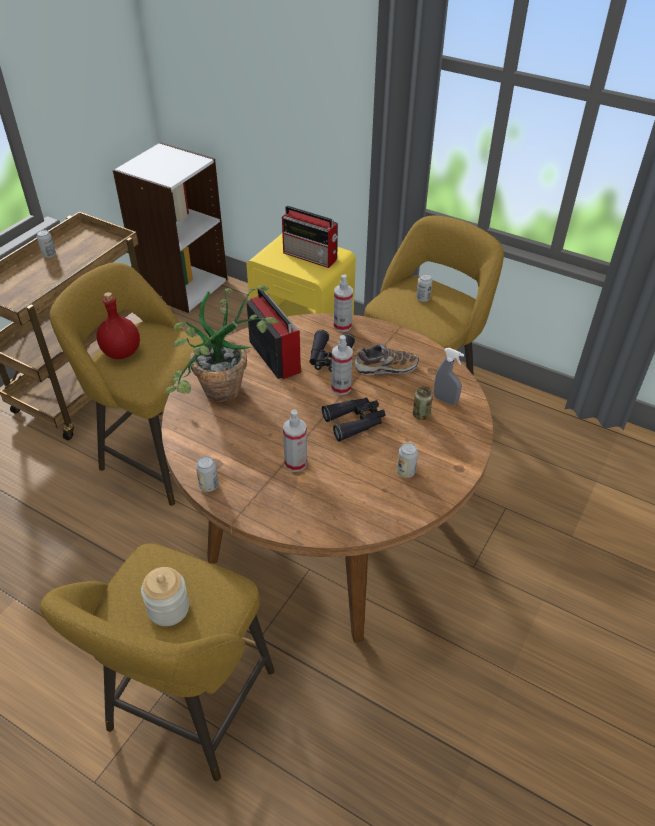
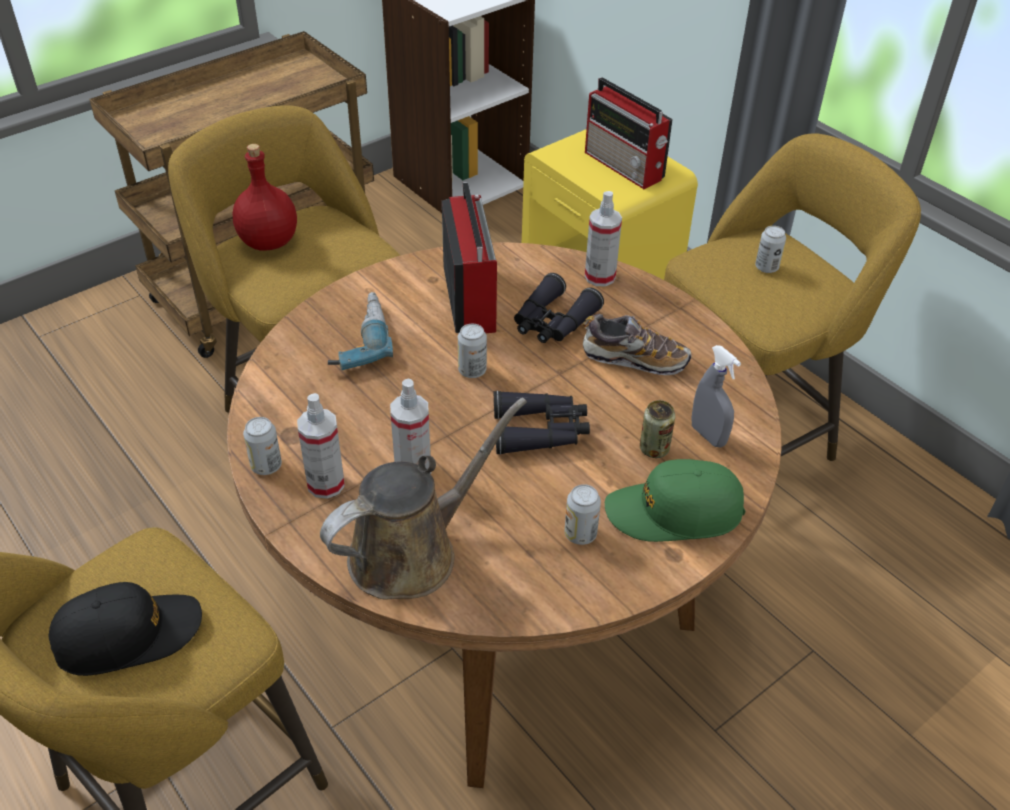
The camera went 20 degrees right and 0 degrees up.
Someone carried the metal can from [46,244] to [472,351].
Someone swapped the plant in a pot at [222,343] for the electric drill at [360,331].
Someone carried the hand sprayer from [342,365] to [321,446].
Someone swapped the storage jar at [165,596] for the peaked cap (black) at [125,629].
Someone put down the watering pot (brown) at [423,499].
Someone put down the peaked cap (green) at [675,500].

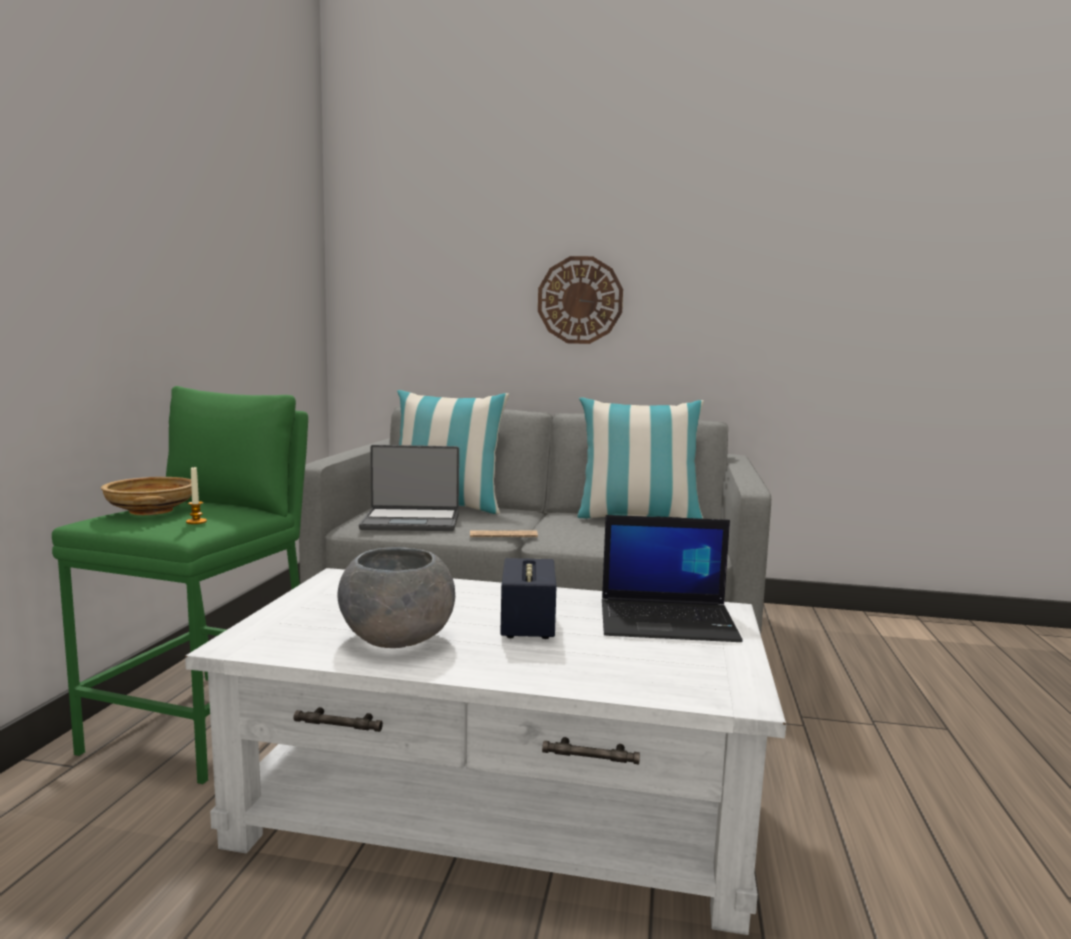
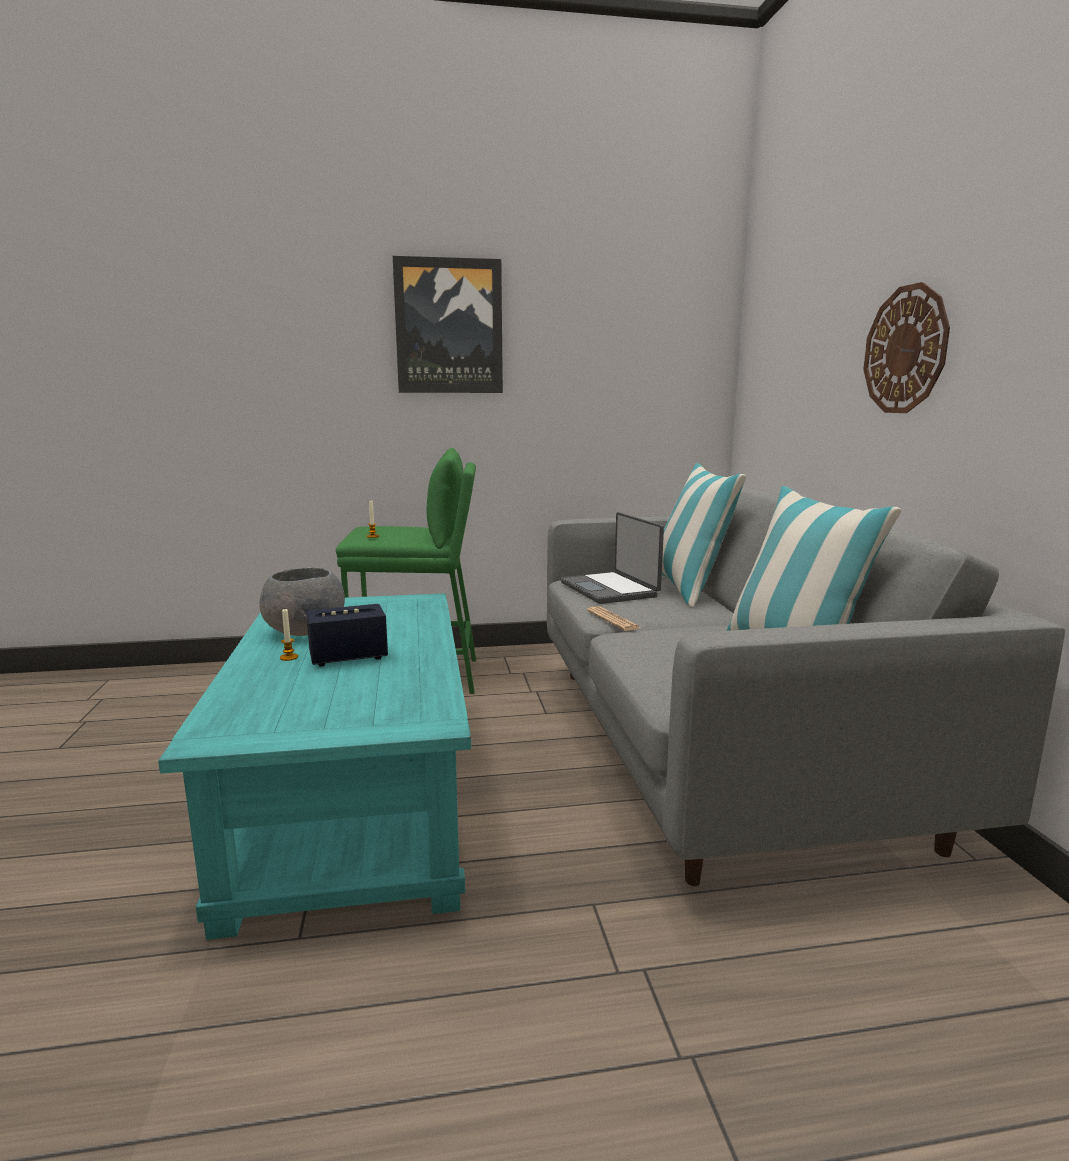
The camera went 70 degrees right and 5 degrees up.
Someone took away the bowl (beige-coloured) at [146,496].
Someone took away the portable computer at [672,578].
Someone repainted the coffee table (whitish) at [485,751], which became the coffee table (turquoise) at [314,766].
Someone put up the wall picture at [448,324].
Someone put down the wax candle at [289,635].

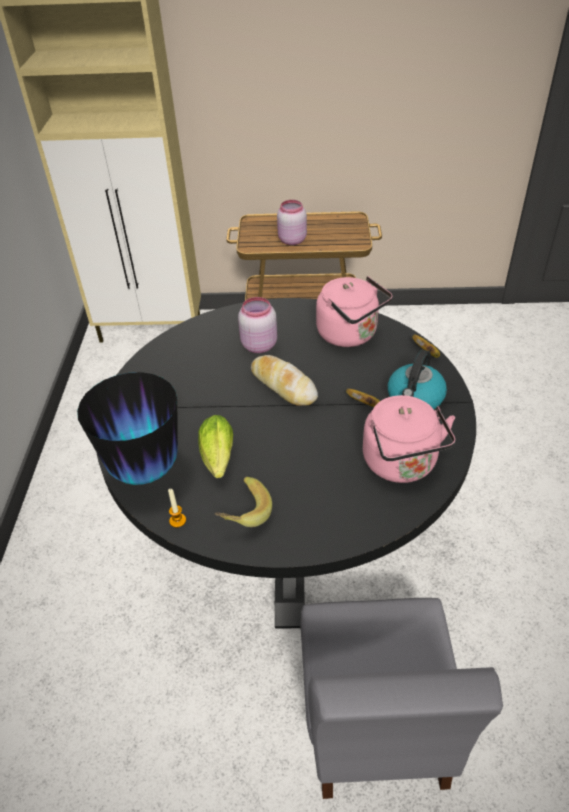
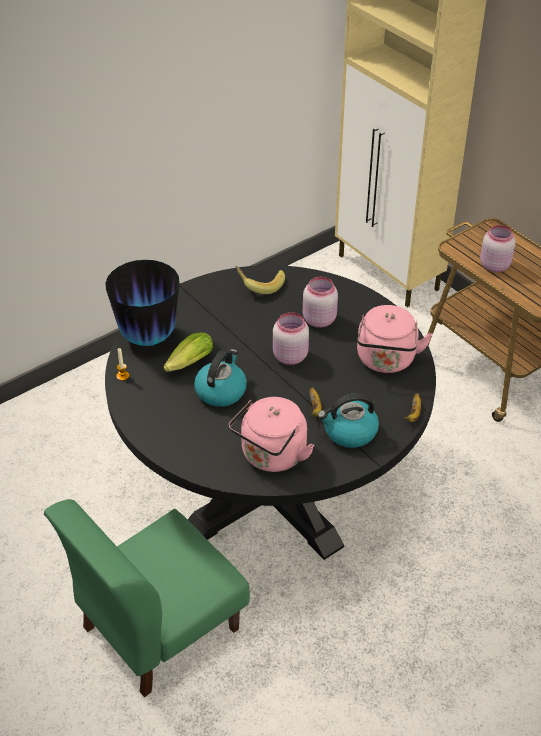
The camera went 50 degrees right and 0 degrees up.
Someone swapped the bakery bread at [284,380] for the storage jar (pinkish) at [291,338].
Someone carried the whole banana from [243,502] to [260,280].
Someone repainted the plain chair (gray) at [402,698], which became the plain chair (green) at [147,598].
Someone put down the water kettle at [220,378].

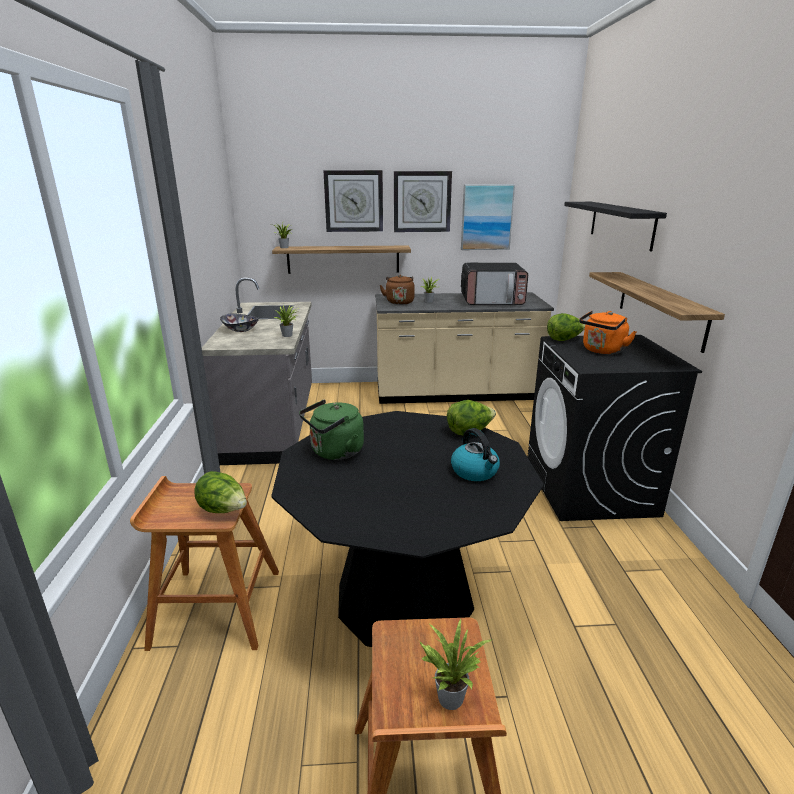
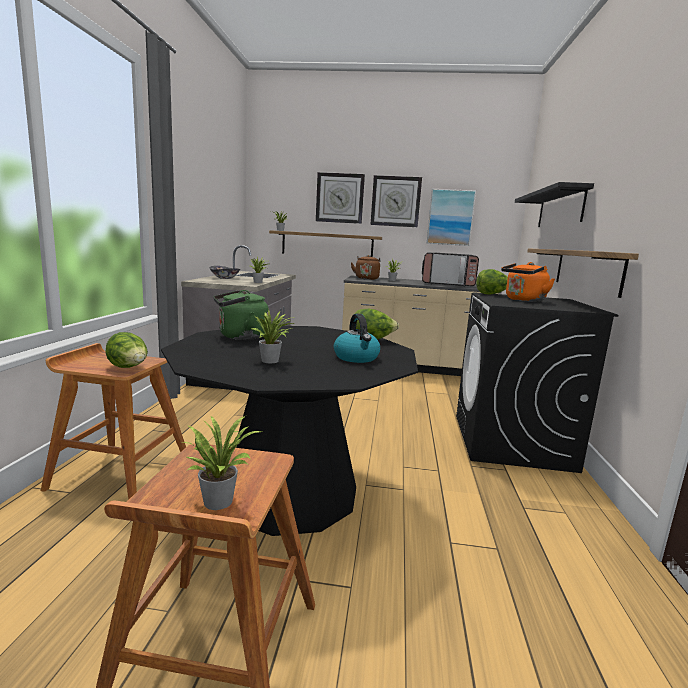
The camera went 10 degrees right and 10 degrees down.
Someone put down the plant in a pot at [273,336].

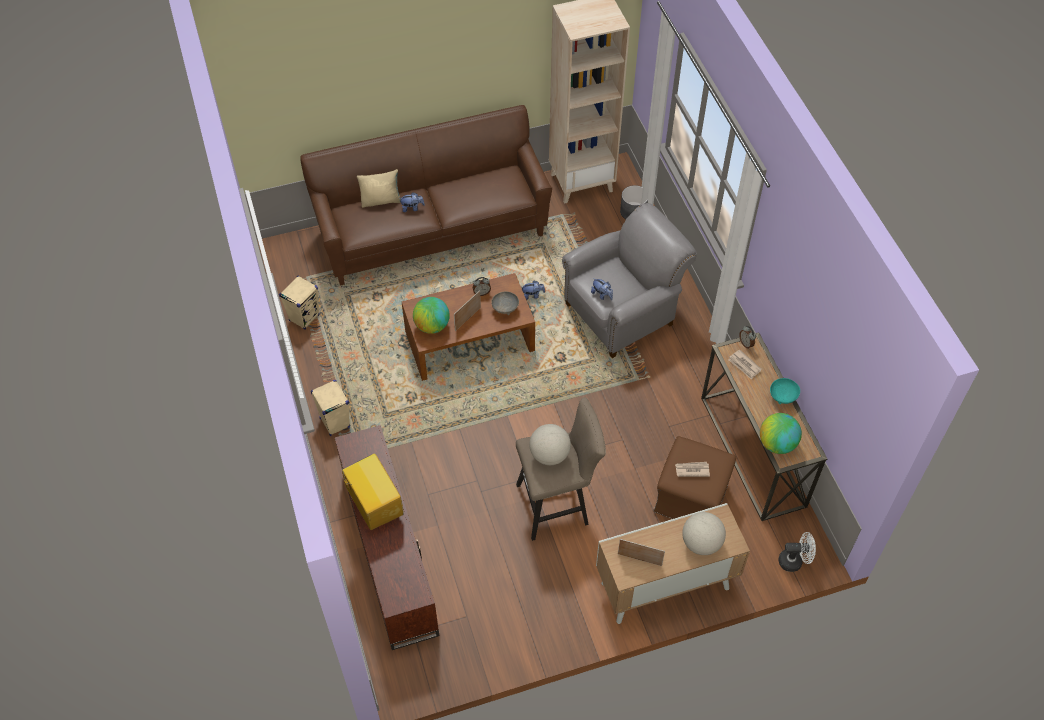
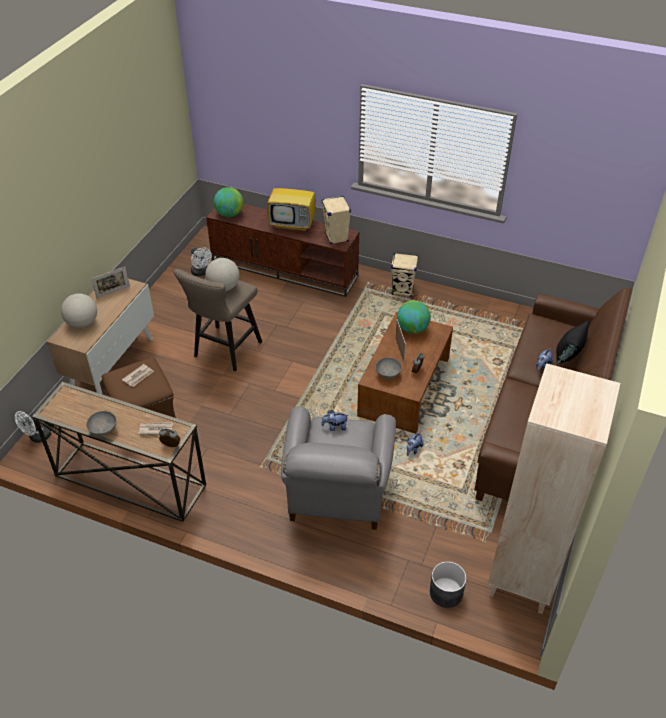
The camera went 130 degrees right and 10 degrees down.
Someone repainted the throw pillow (beige-coloured) at [379,188], which became the throw pillow (black) at [572,342].
Someone carried the audio speaker (beige-coloured) from [299,303] to [336,220].
Someone repainted the bowl (turquoise) at [785,391], which became the bowl (gray) at [101,424].
Someone carried the desk globe from [781,433] to [228,202].
Someone put down the cooling fan (whitish) at [201,261].

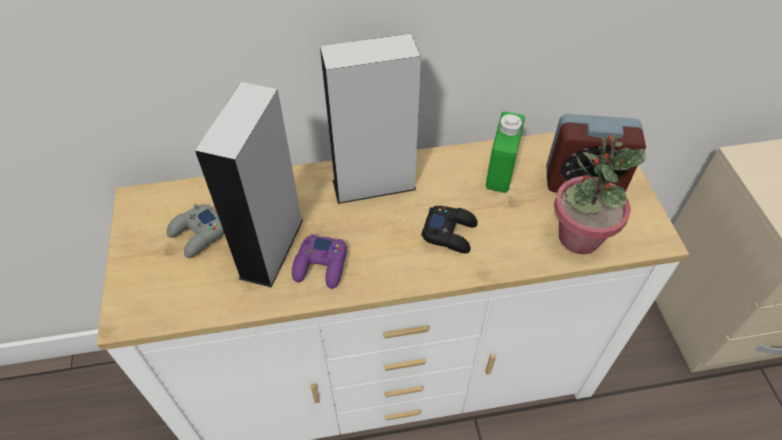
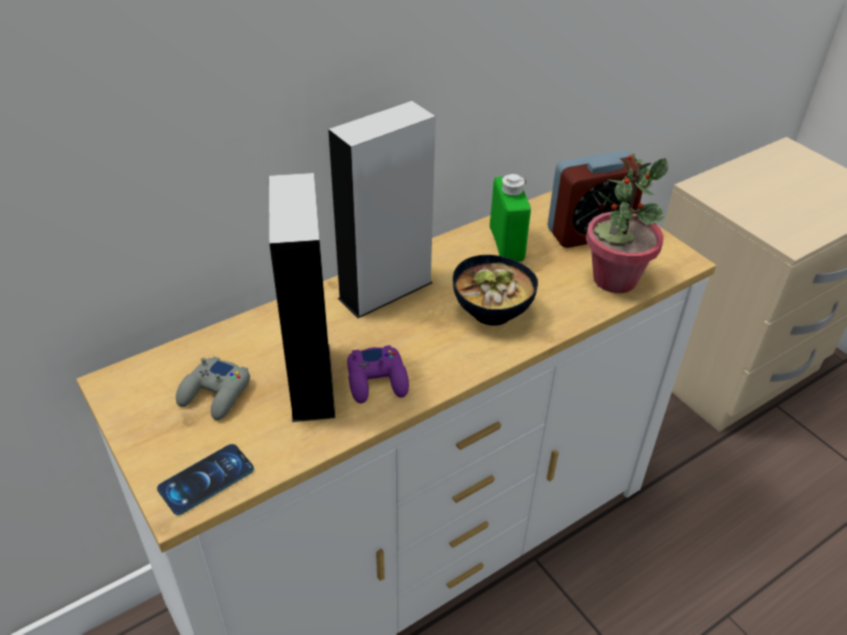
The camera went 25 degrees left and 10 degrees down.
Someone swapped the game controller (black) at [449,229] for the bowl at [495,290].
Someone put down the telephone at [205,479].

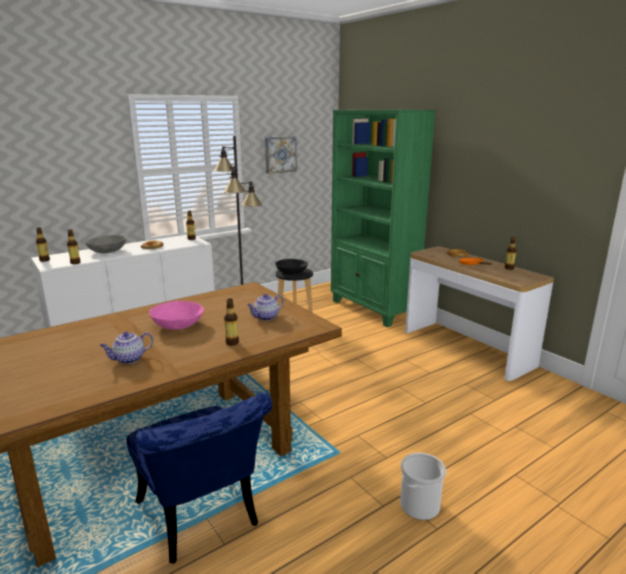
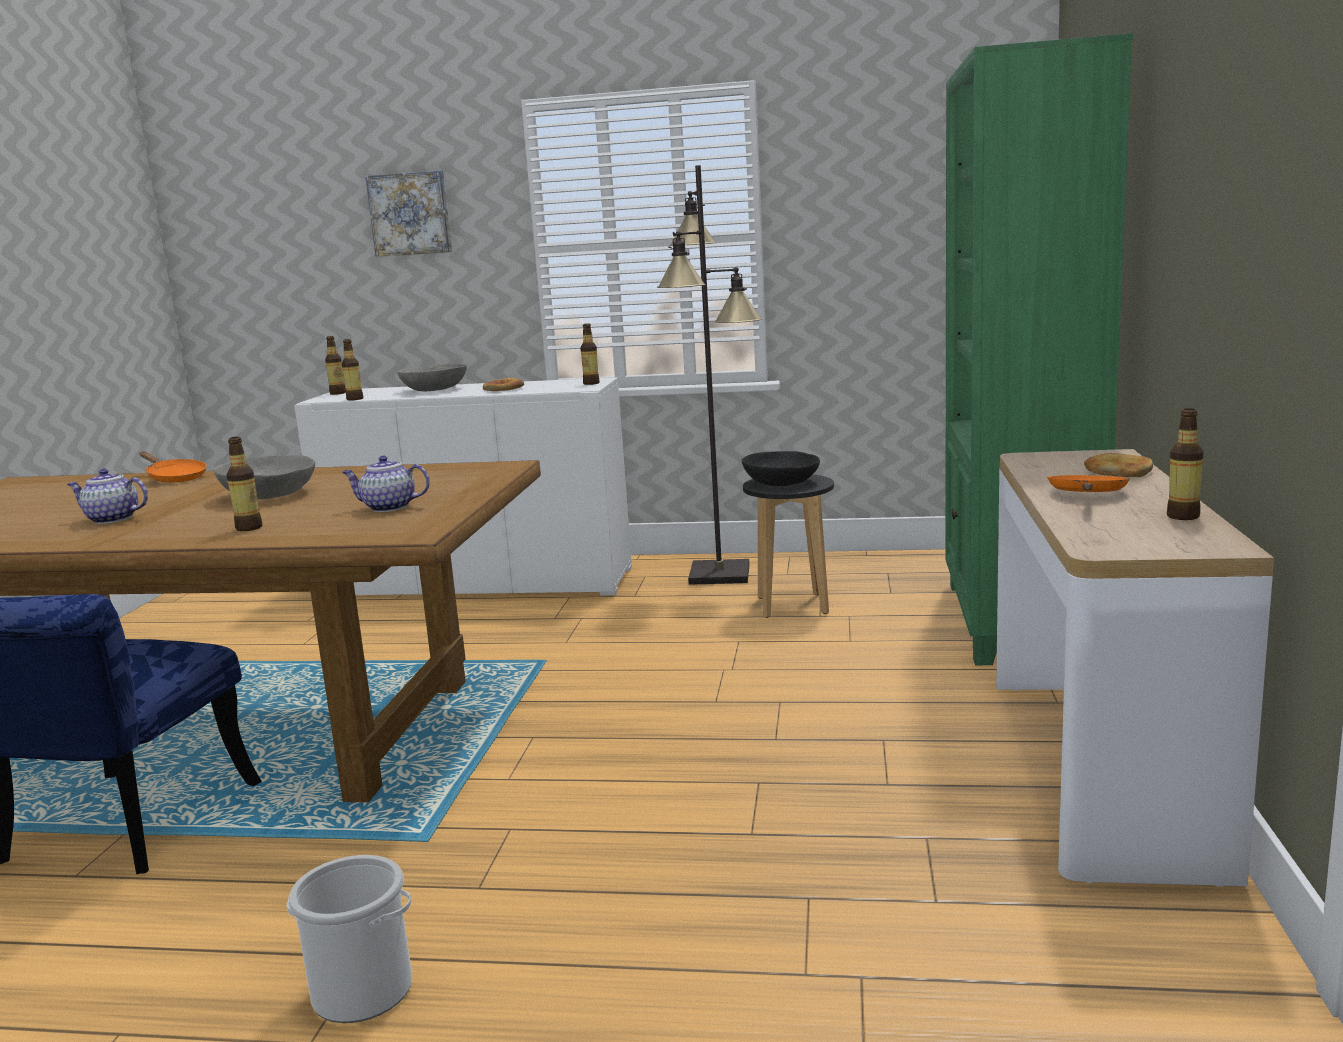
The camera went 45 degrees right and 5 degrees down.
Someone carried the wall picture from [281,155] to [408,213].
Someone repainted the bowl (pinkish) at [176,315], which became the bowl (gray) at [264,477].
Someone put down the frying pan (orange) at [173,466].

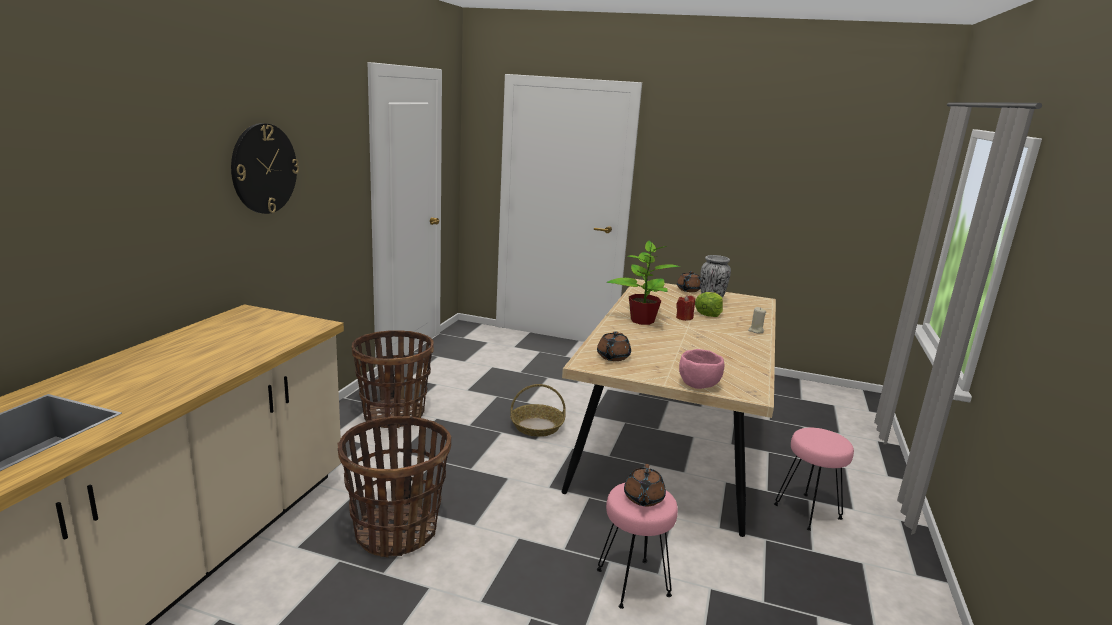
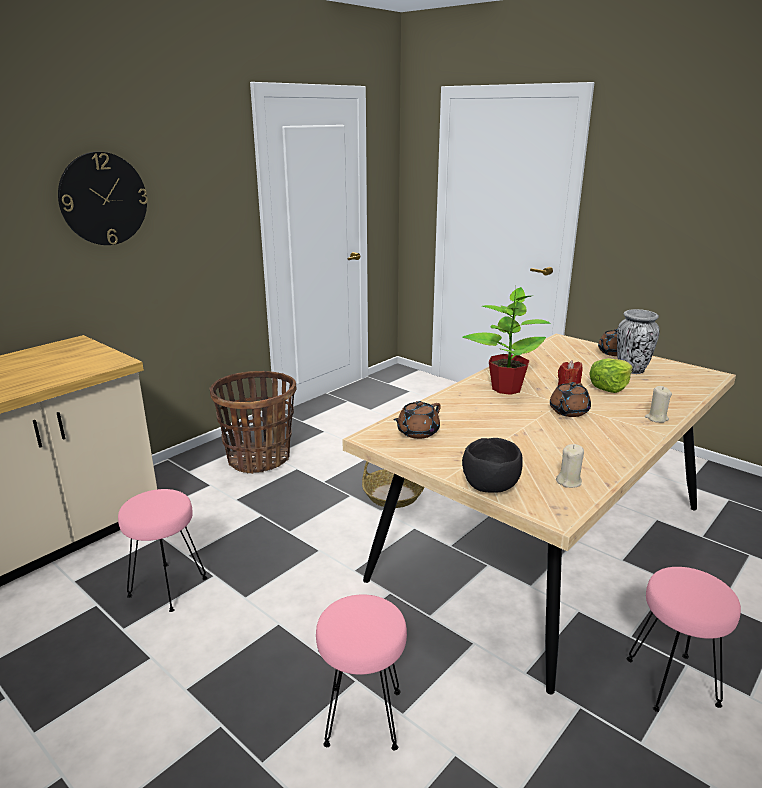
The camera went 25 degrees right and 5 degrees up.
Someone repainted the bowl (pinkish) at [701,369], which became the bowl (black) at [492,465].
Someone swapped the household basket at [394,487] for the stool (pinkish) at [163,550].
Someone carried the pot for tea (brown) from [645,485] to [570,399].
Someone put down the wax candle (beige-coloured) at [570,466].

